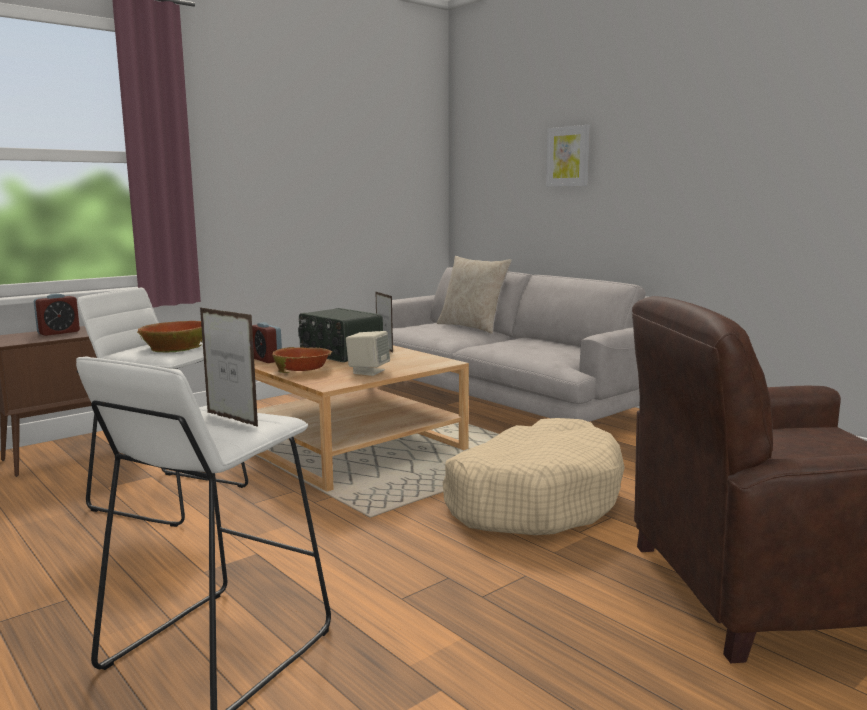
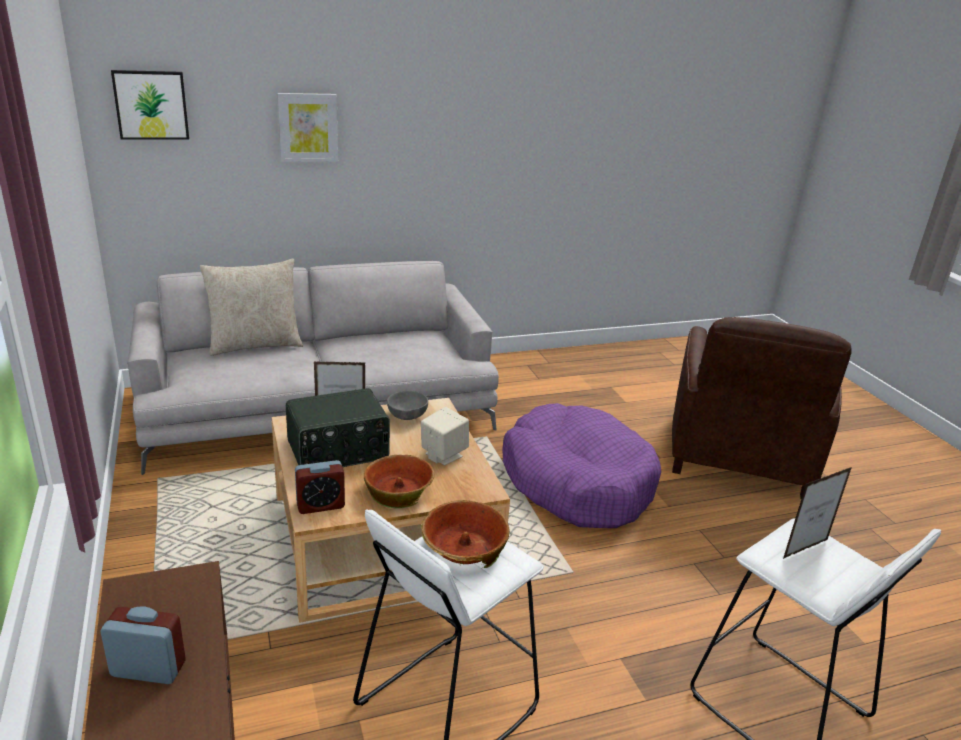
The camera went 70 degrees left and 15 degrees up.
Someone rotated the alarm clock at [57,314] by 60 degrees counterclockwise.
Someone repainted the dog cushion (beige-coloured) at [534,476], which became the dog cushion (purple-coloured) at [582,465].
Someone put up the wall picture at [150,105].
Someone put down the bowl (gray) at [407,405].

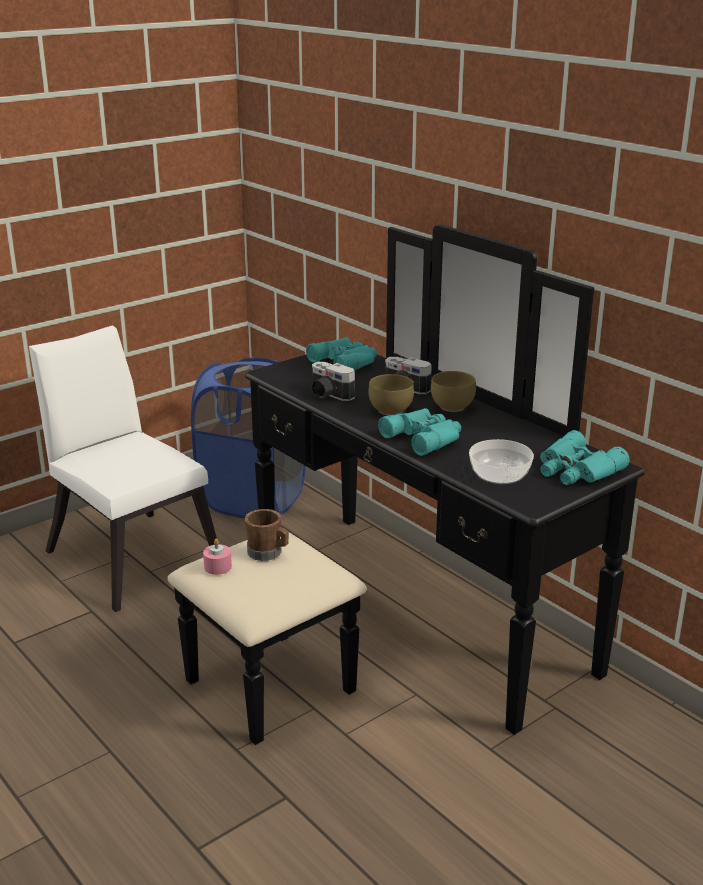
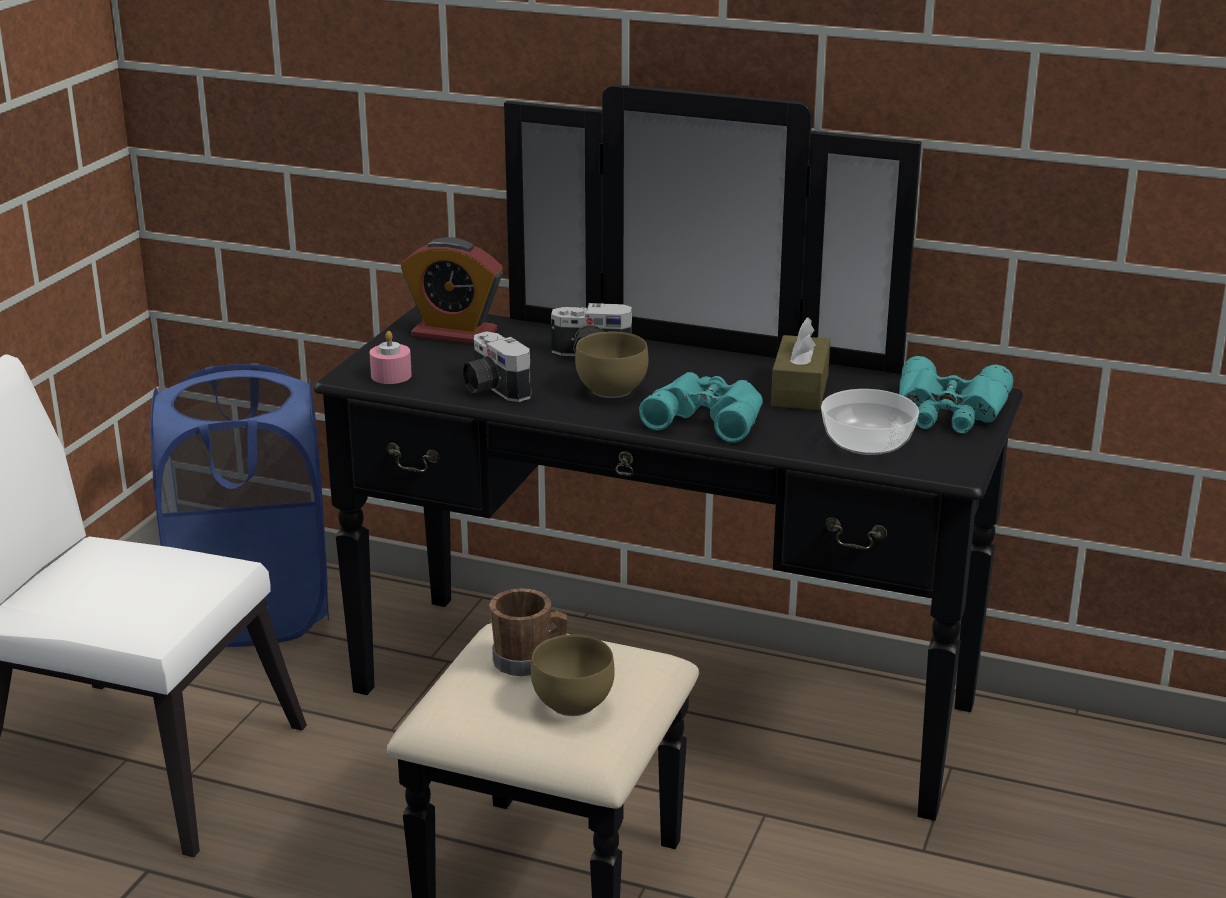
The camera went 30 degrees left and 0 degrees up.
Someone swapped the field glasses (turquoise) at [341,354] for the alarm clock at [452,290].
Someone rotated the still camera at [333,381] by 45 degrees clockwise.
Someone carried the bowl (brown) from [453,391] to [573,675].
Someone carried the wax candle (pinkish) from [217,556] to [390,357].
Someone put down the box of tissues (brown) at [800,363].

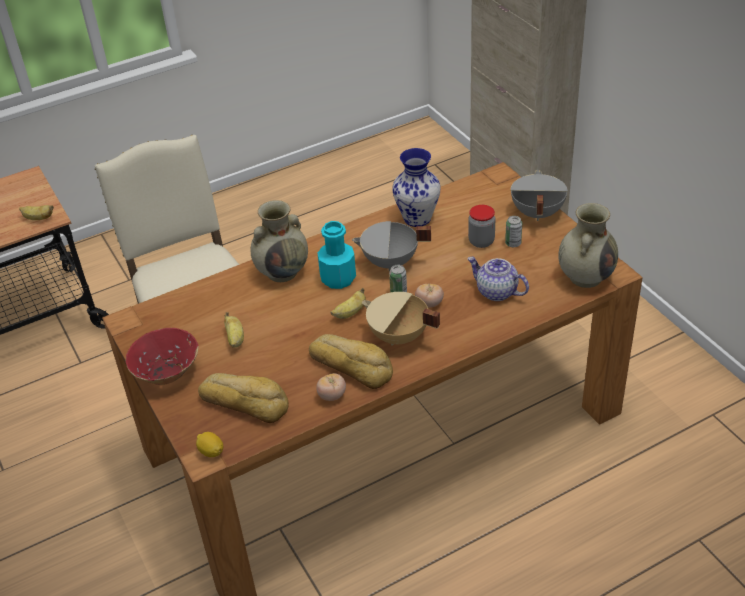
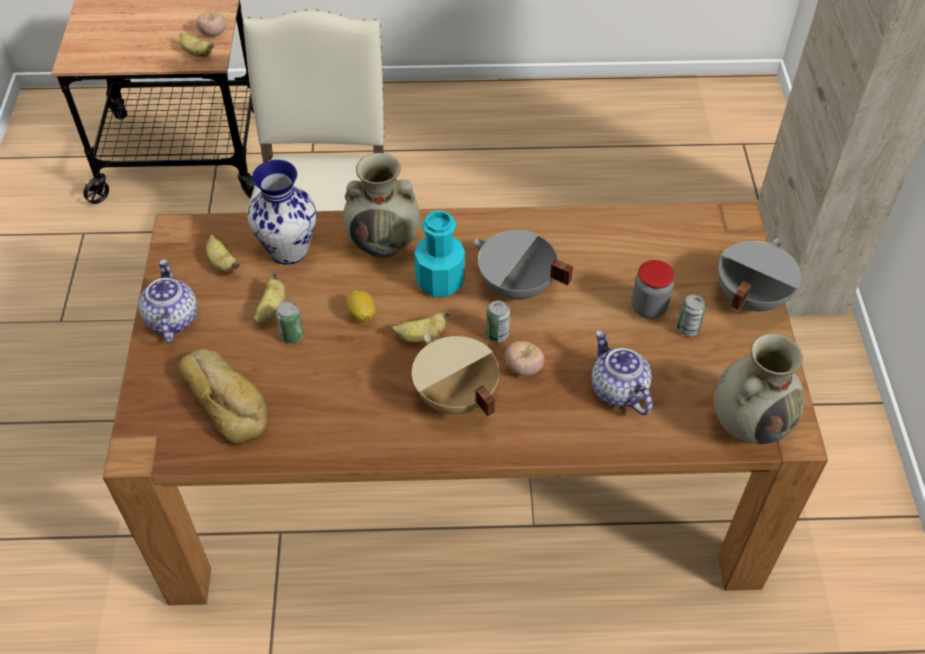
The camera went 25 degrees right and 10 degrees up.
Someone carried the flower vase from [416,187] to [281,212].
Someone swapped the bowl (red-coloured) at [162,356] for the pot for tea at [168,301].
Someone took away the bakery bread at [351,361].
Someone carried the whole tomato from [331,387] to [211,24].
Someone carried the lemon from [209,444] to [361,306].
Someone put down the whole banana at [223,254].
Someone put down the metal can at [290,322].

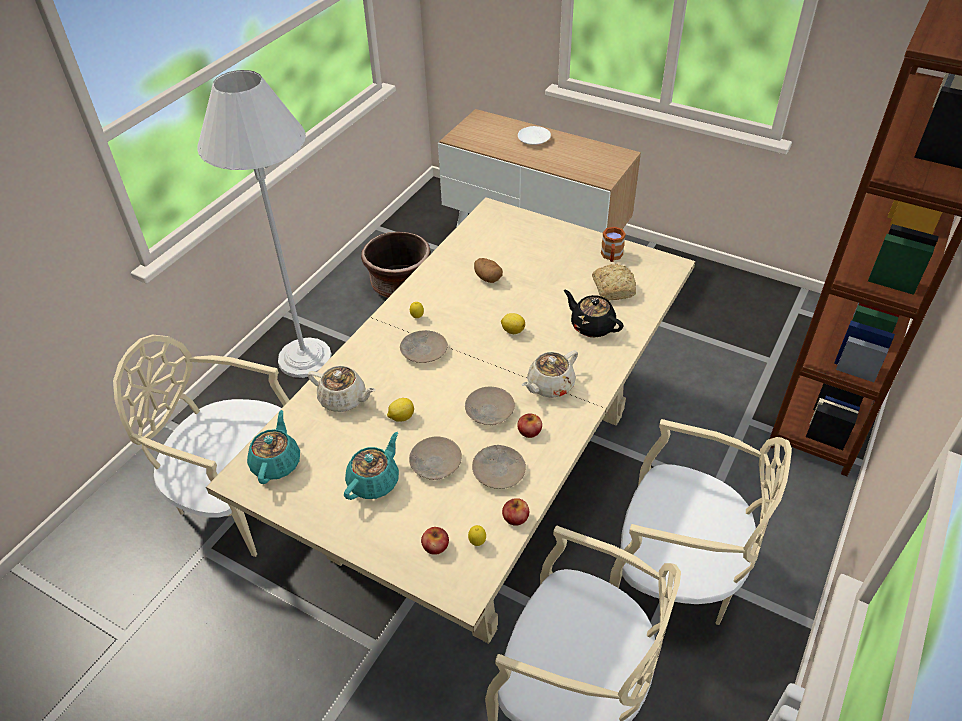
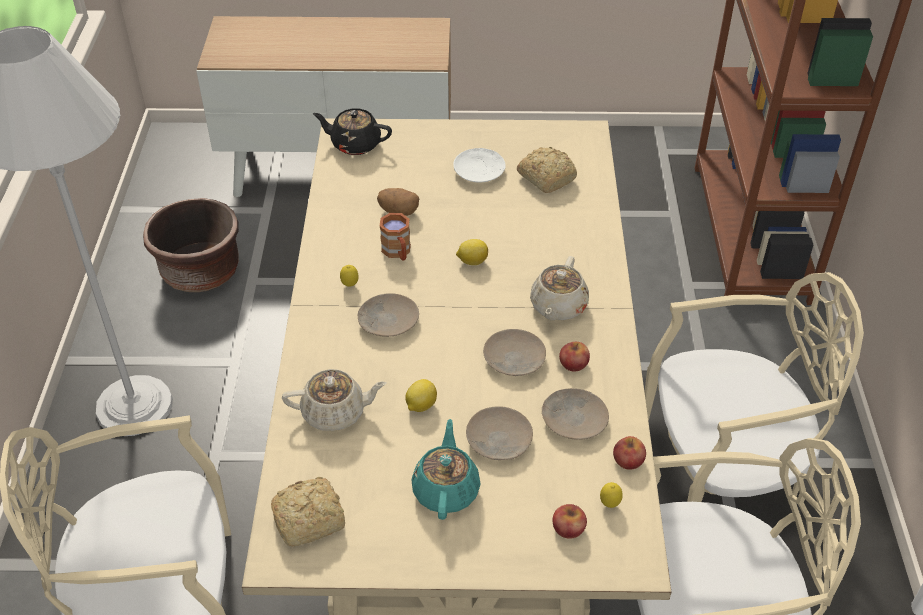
The camera went 30 degrees left and 0 degrees up.
Someone carried the plate (whitish) from [534,135] to [479,165].
Someone carried the mug (brown) from [613,244] to [395,236].
Someone carried the pot for tea (black) from [593,314] to [352,131].
Someone swapped the pot for tea (turquoise) at [273,447] for the bakery bread at [308,512].

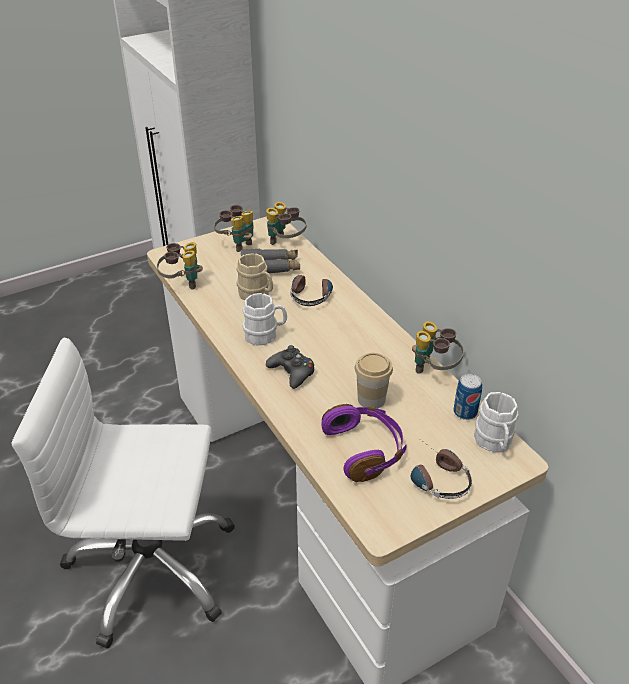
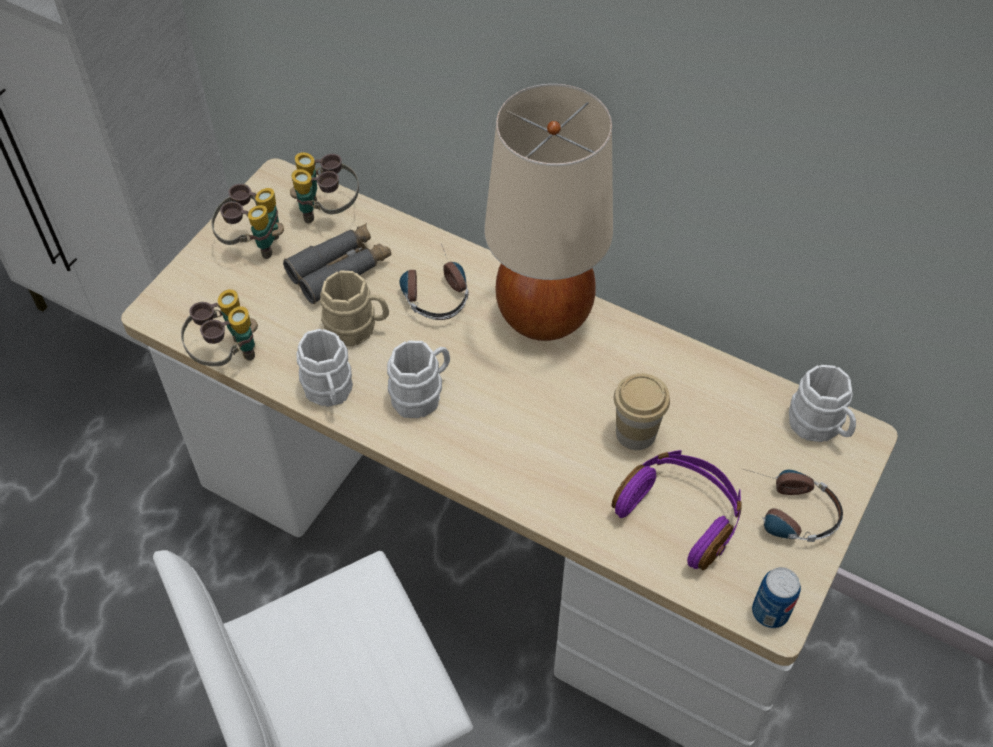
The camera went 30 degrees left and 15 degrees up.
Someone took away the field glasses at [438,347].
Someone took away the game controller (black) at [290,367].
Someone carried the metal can from [467,397] to [776,597].
Someone put down the table lamp (beige-coloured) at [548,212].
Someone put down the mug (whitish) at [325,368].

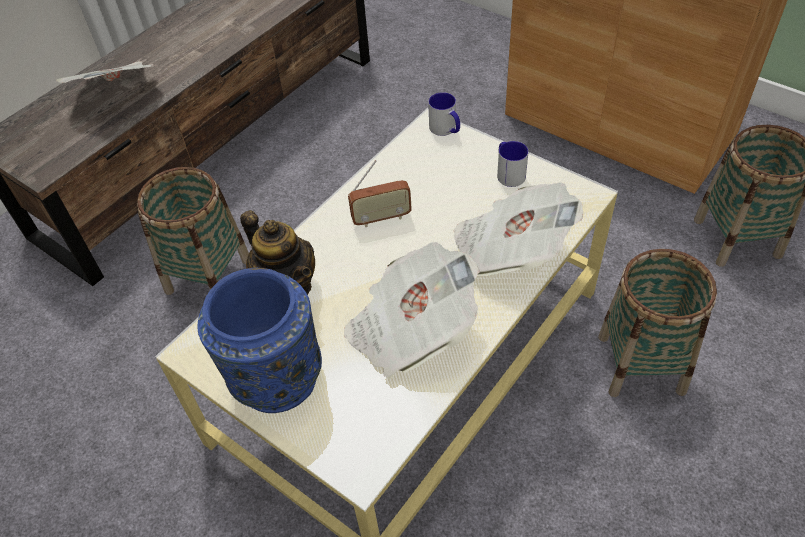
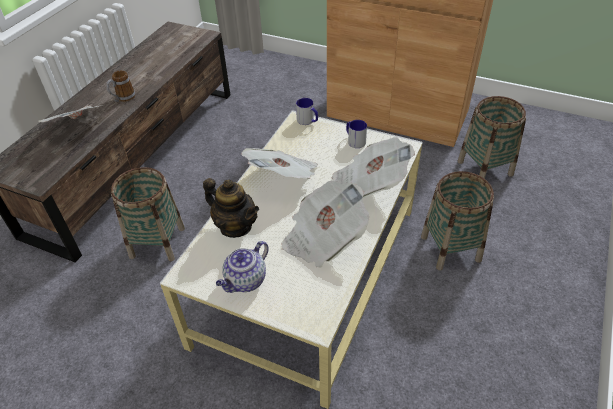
The camera went 15 degrees left and 5 degrees down.
Someone swapped the radio at [380,193] for the printed paper at [279,163].
Someone swapped the flower vase (blue-coloured) at [259,340] for the pot for tea at [242,267].
Someone put down the mug at [120,86].

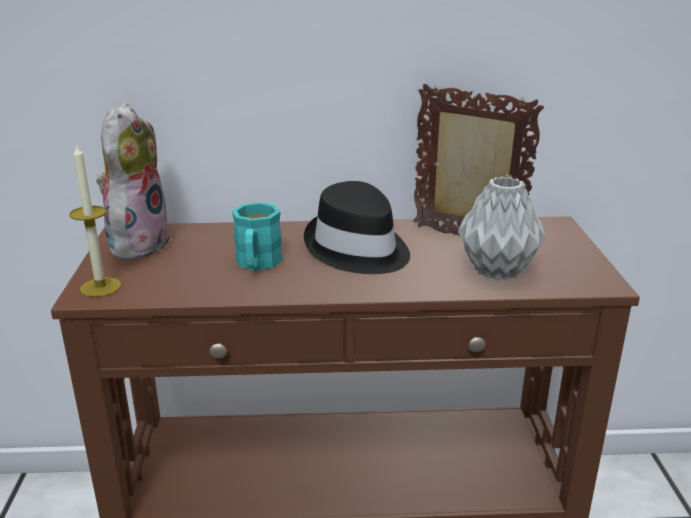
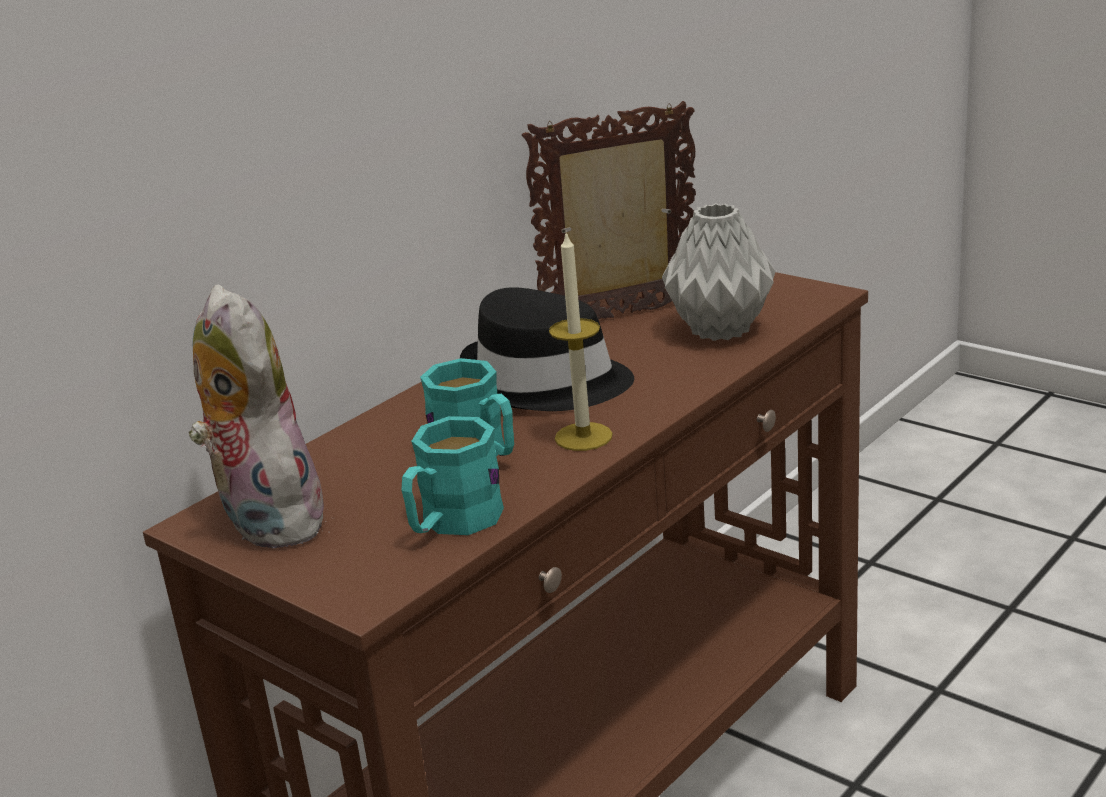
The camera went 45 degrees left and 0 degrees up.
Someone carried the wax candle from [95,220] to [581,341].
Someone put down the mug (turquoise) at [452,475].

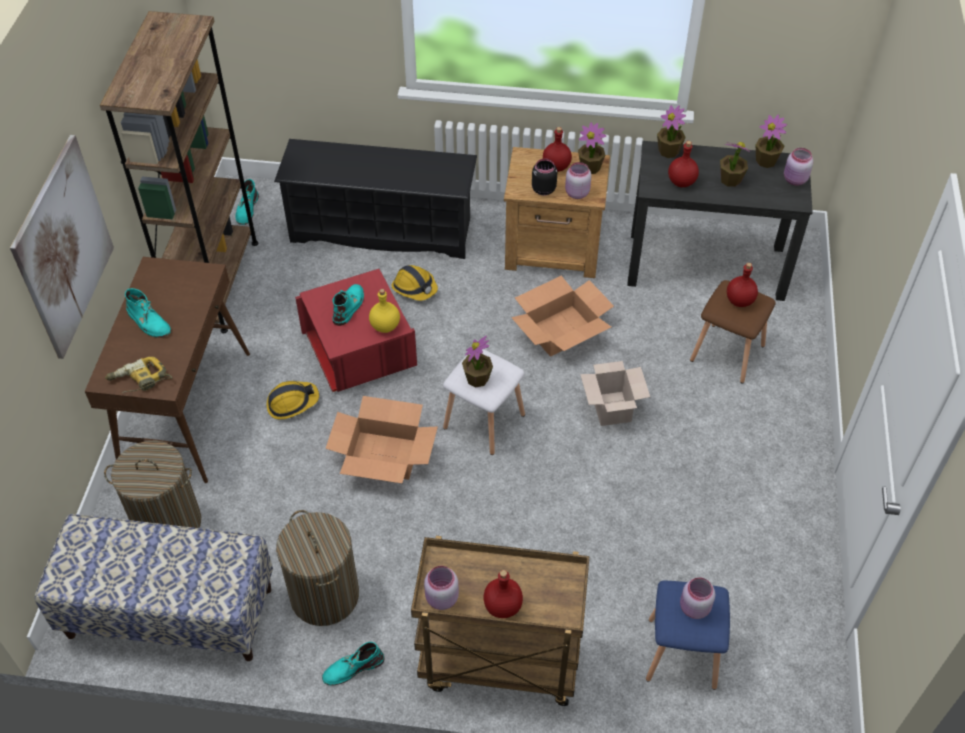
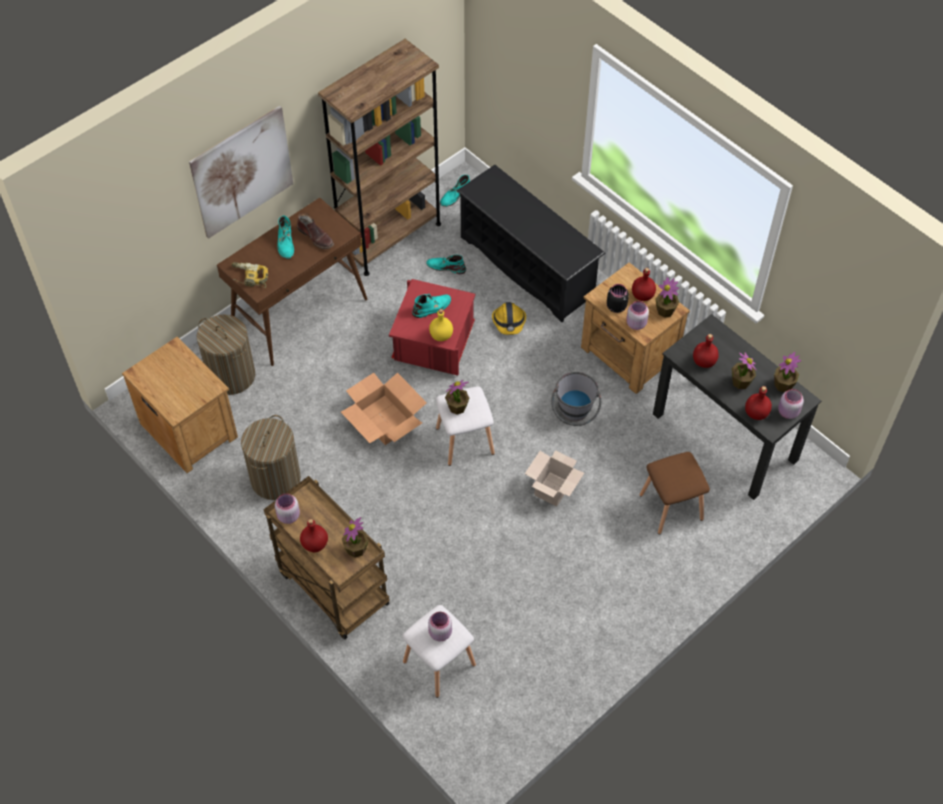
The camera went 40 degrees right and 5 degrees up.
Someone carried the plant in a pot from [671,131] to [355,537].
Someone carried the drink bottle (red-coloured) from [742,285] to [758,403].
Someone swapped the cardboard box at [562,316] for the bucket (gray) at [576,399].
Someone took away the safety helmet at [293,400].
Someone swapped the indoor bench at [154,587] for the nightstand (brown) at [180,405].
Someone repainted the stool (blue-coloured) at [688,635], which became the stool (whitish) at [439,651].
Someone carried the high-top boot (turquoise) from [353,663] to [446,264].
Someone put down the high-top boot (brown) at [315,231].

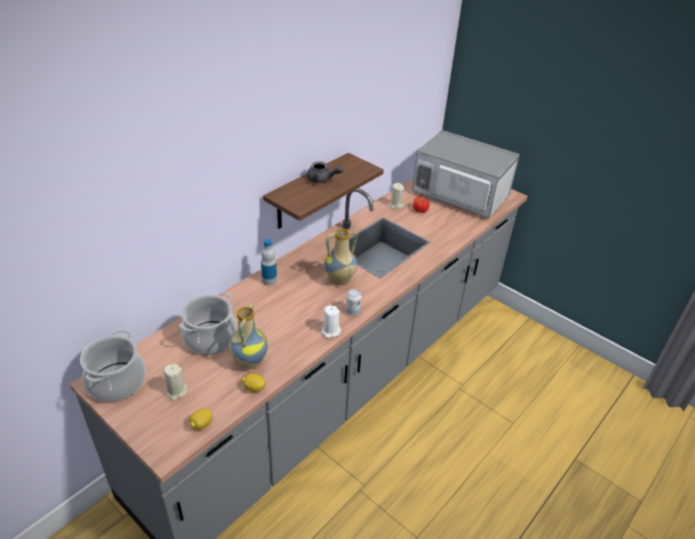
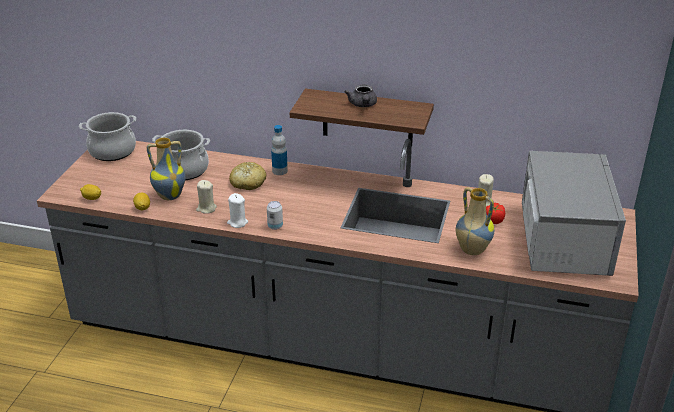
The camera went 65 degrees right and 5 degrees down.
Someone carried the flower vase from [340,257] to [475,221].
Someone carried the wax candle (beige-coloured) from [175,382] to [206,197].
Someone put down the bakery bread at [247,176].

